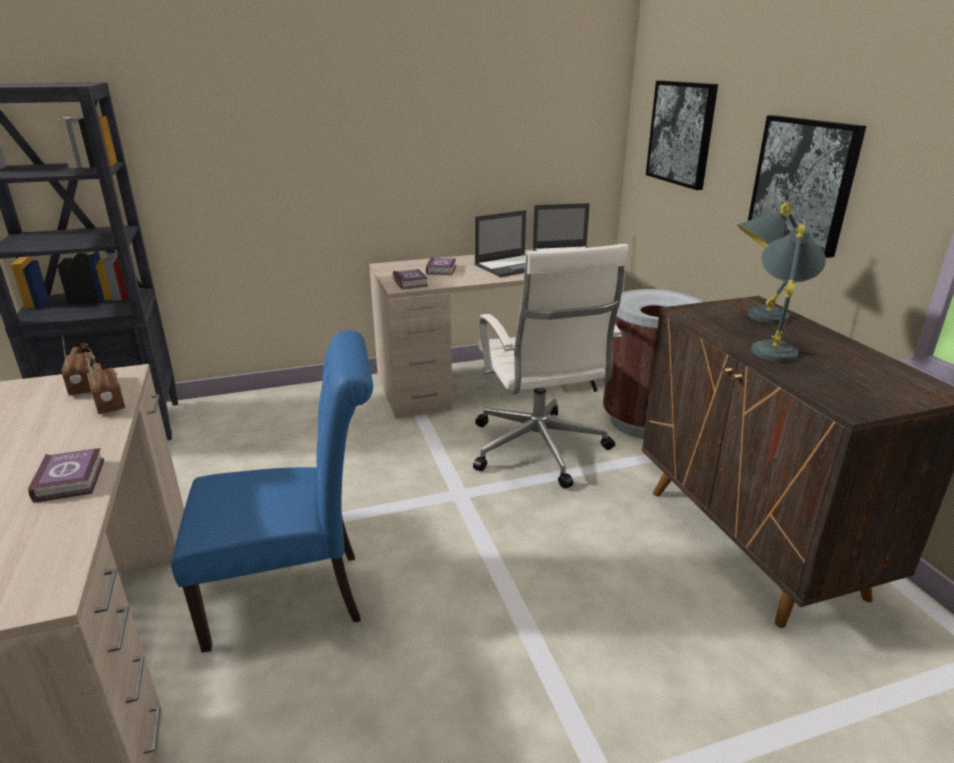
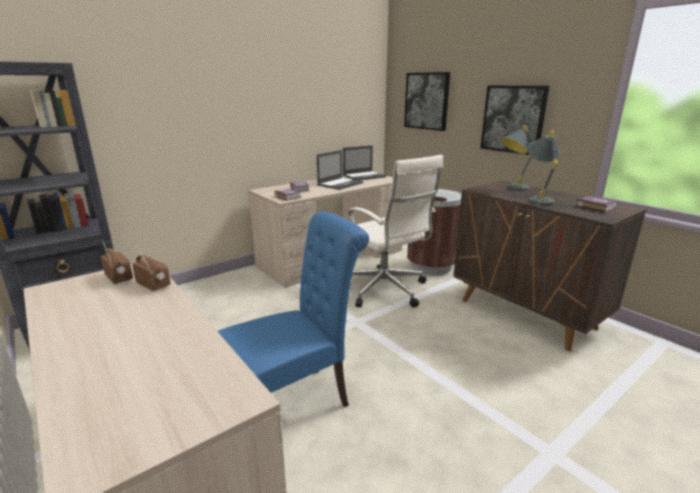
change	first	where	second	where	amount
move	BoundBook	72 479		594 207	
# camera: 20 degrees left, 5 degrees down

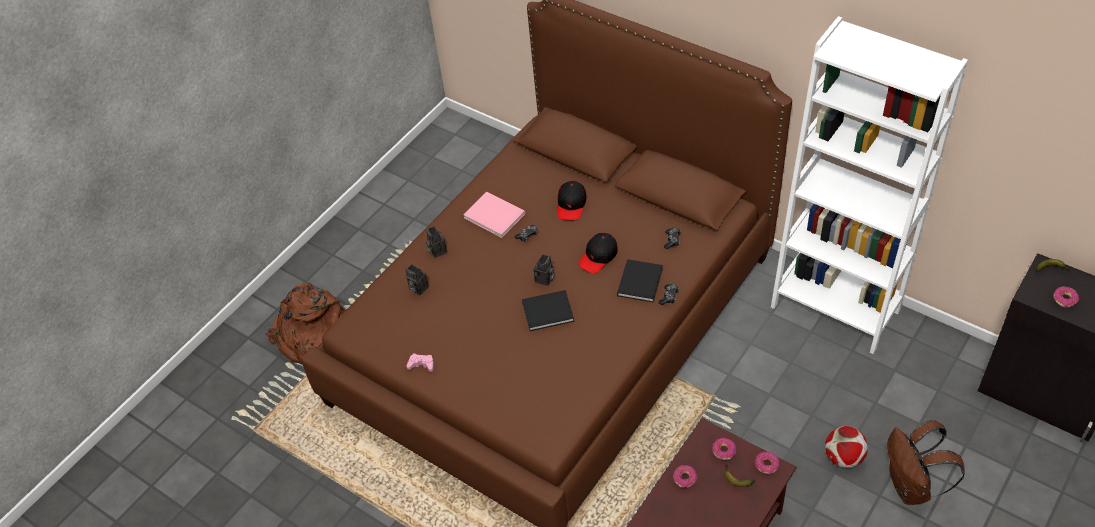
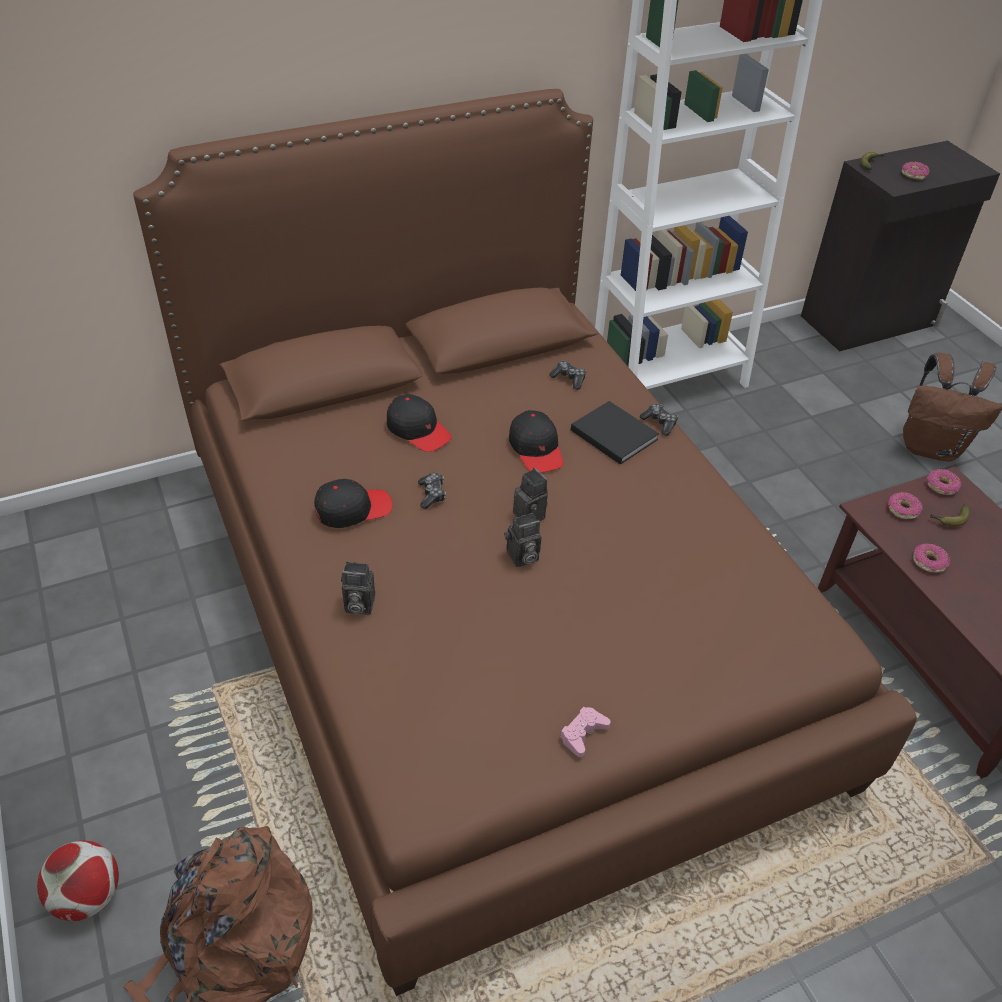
change	first	where	second	where	amount
delete	BlackishBoundBook	549 311			
move	PhotoCamera	417 288		522 557	
move	Football	843 457		88 896	
replace	PinkBoundBook	494 214	BlackishBaseballCap	352 509	
# camera: 65 degrees left, 5 degrees down

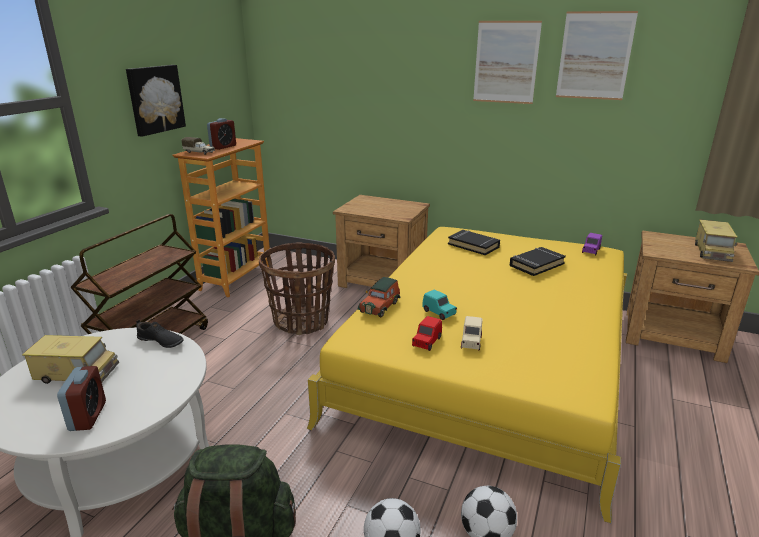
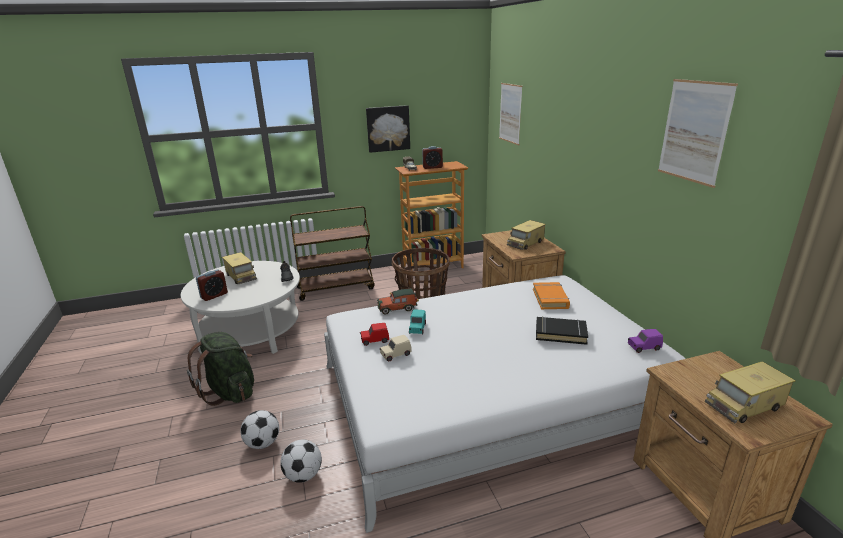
change	first	where	second	where	amount
insert			ModelTruck	525 243	
move	Picture	506 62		510 113	
recolor	YellowBedroomBed	490 360	WhiteBedroomBed	489 398	
recolor	BlackishBoundBook	473 245	OrangeColouredBoundBook	550 299	
# camera: 50 degrees right, 0 degrees up

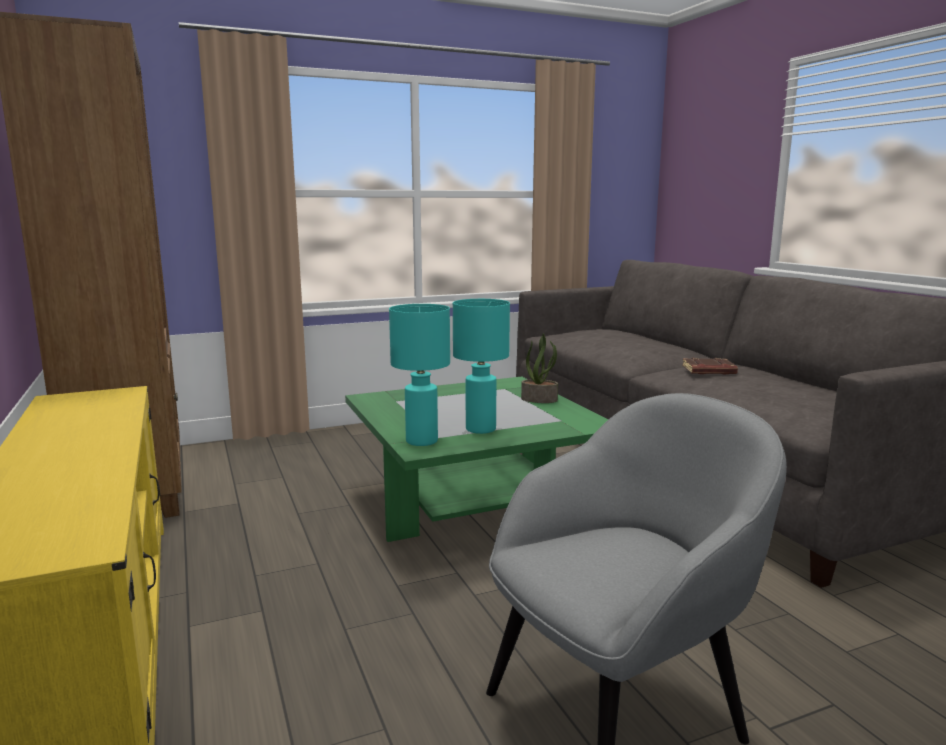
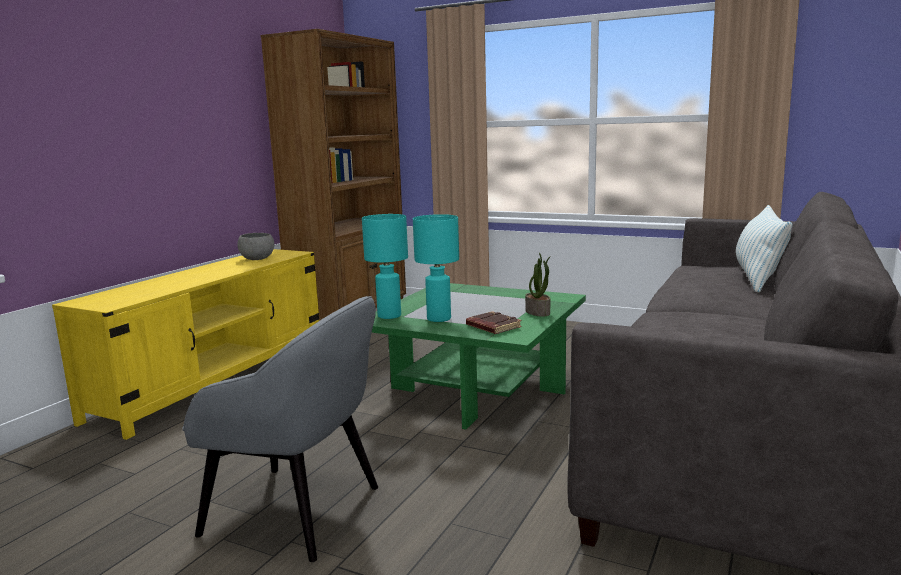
change	first	where	second	where	amount
insert			GreyDeepDish	257 259	
insert			Cushion	758 278	
move	BrownishBoundBook	708 371		492 327	
# camera: 50 degrees right, 0 degrees up

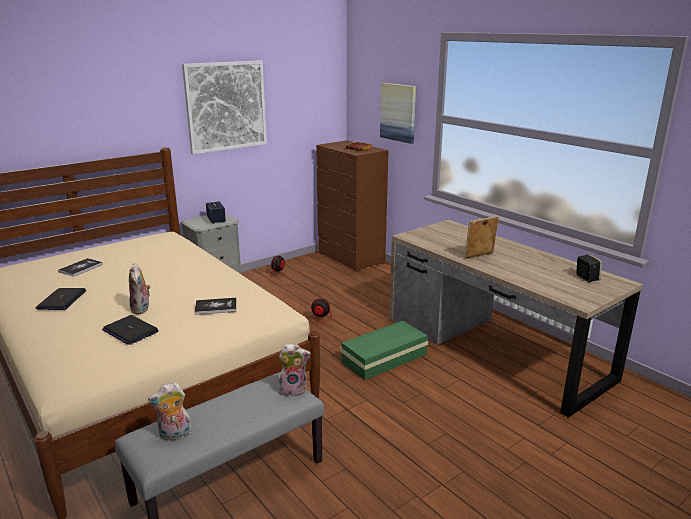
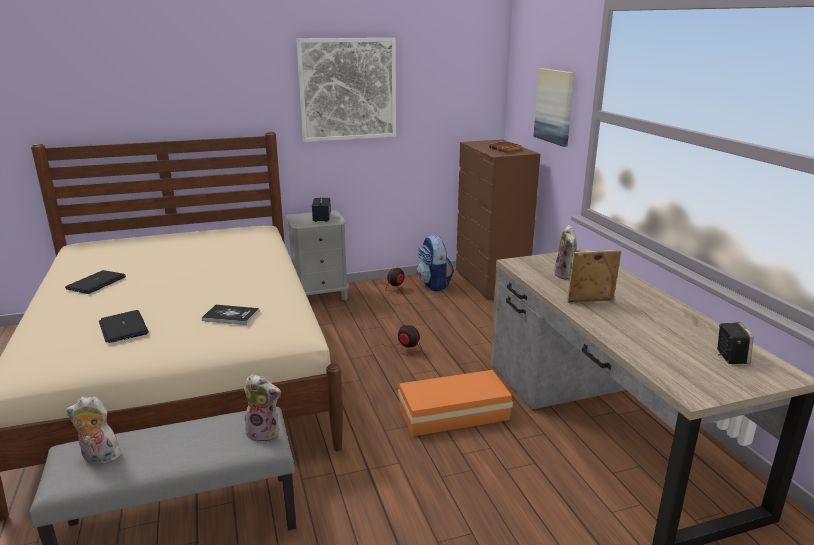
change	first	where	second	where	amount
delete	BoundBook	81 268			
insert			Knapsack	434 284	
move	PlushToy	142 309		566 275	
recolor	GreenishStorageBox	386 358	OrangeColouredStorageBox	455 414	
# camera: 20 degrees right, 0 degrees up

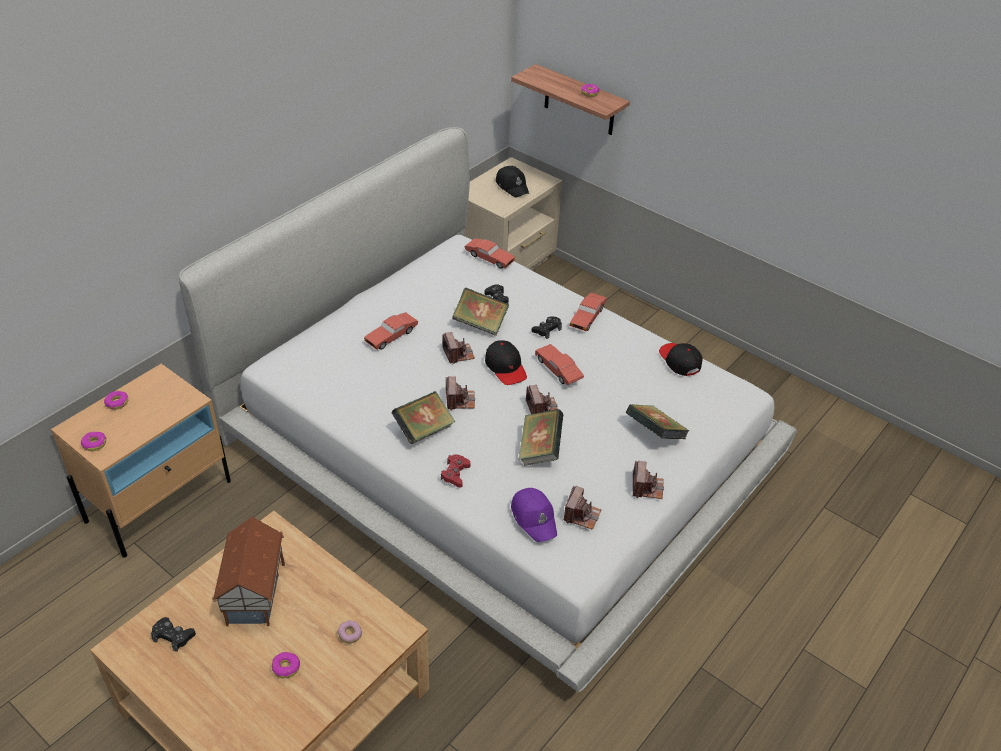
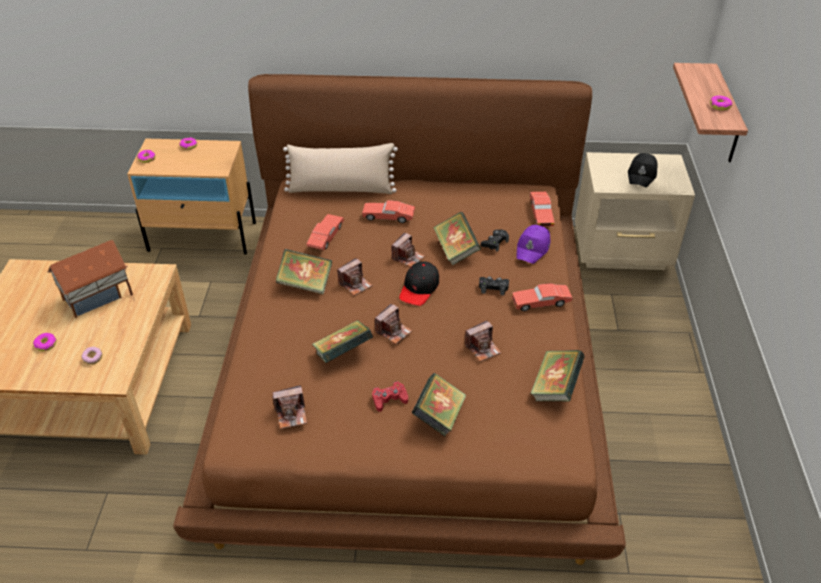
change	first	where	second	where	amount
delete	BlackishGameController	173 636			
insert			BeigeColouredCushion	341 189	
move	RedColouredGameController	455 474		389 399	
move	PurpleBaseballCap	534 518		533 248	
move	RedColouredMiniatureCar	558 370		326 238	
move	PhotoCamera	647 487		482 348	
replace	BlackishBaseballCap	679 361	BoundBook	555 387	
recolor	WhiteBedroomBed	497 448	BrownishBedroomBed	410 362	
# camera: 55 degrees right, 0 degrees up

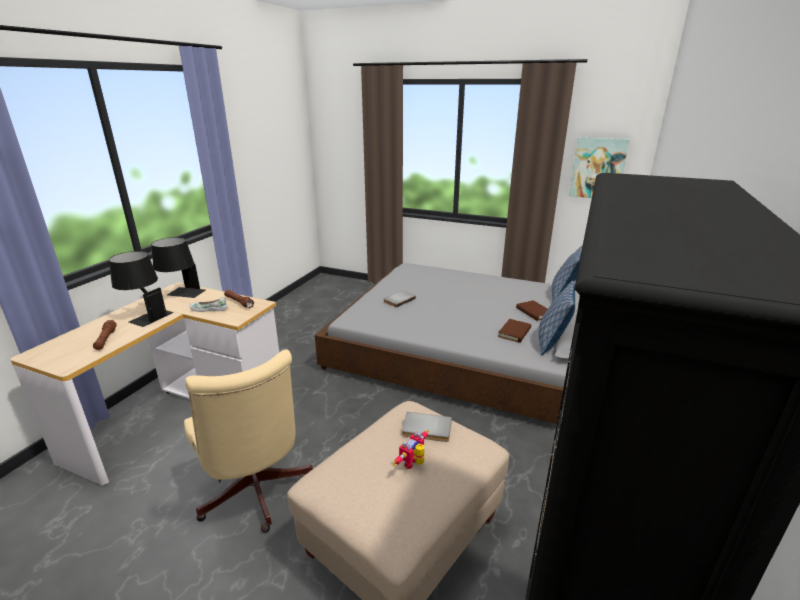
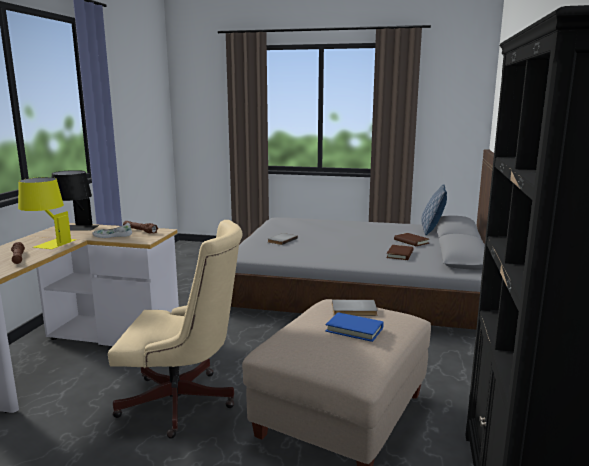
change	first	where	second	where	amount
delete	Cushion	552 342			
delete	Picture	598 168			
replace	ToyRobot	414 464	BlueColouredBoundBook	354 329	
recolor	BlackishLampForATable	145 315	YellowLampForATable	48 242	
rotate	BeigeColouredComputerChair	256 494		184 403	45 degrees counterclockwise
# camera: 10 degrees left, 10 degrees down

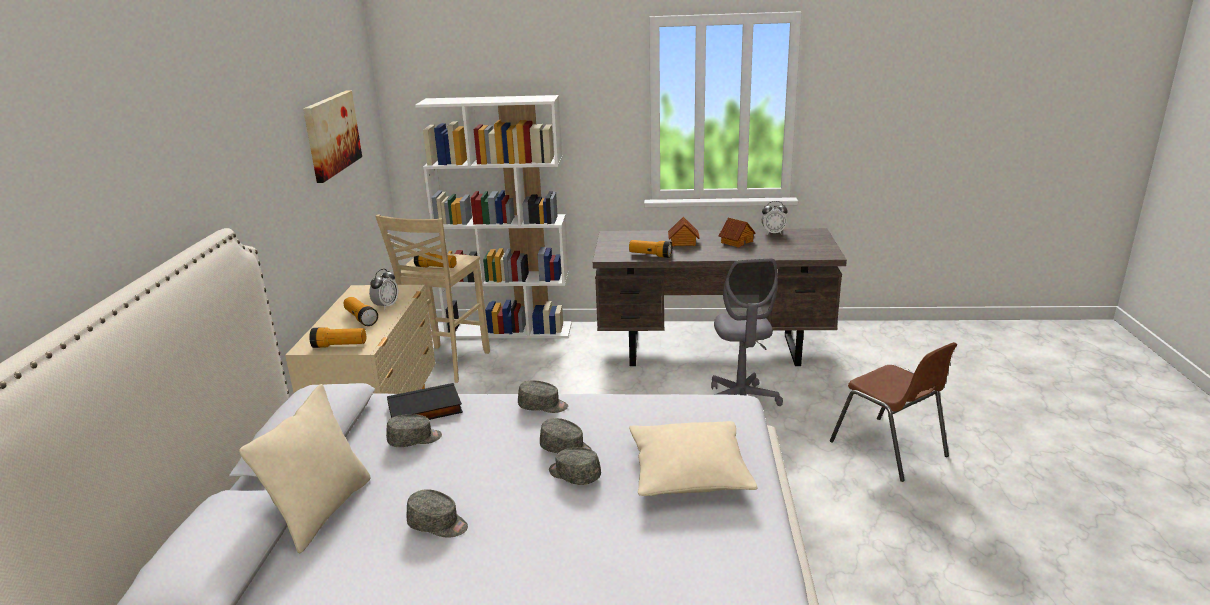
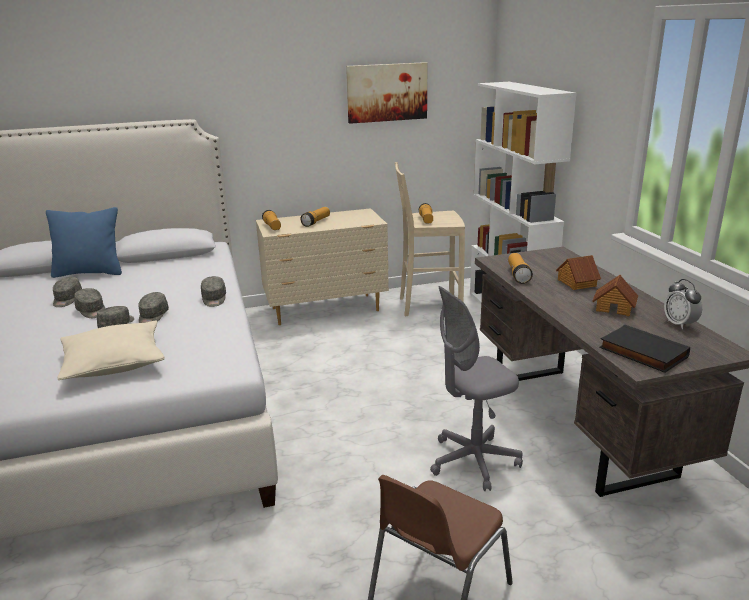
change	first	where	second	where	amount
delete	BedsideClock	386 306			
move	GreyBaseballCap	415 440		92 311	
move	BlackishBoundBook	424 410		641 353	
recolor	BeigeColouredCushion	322 511	BlueColouredCushion	90 272	
# camera: 70 degrees right, 0 degrees up

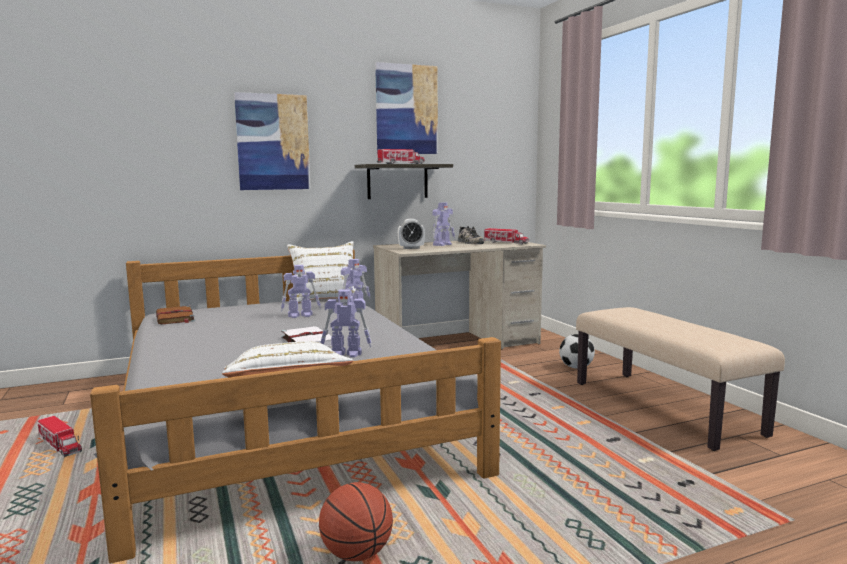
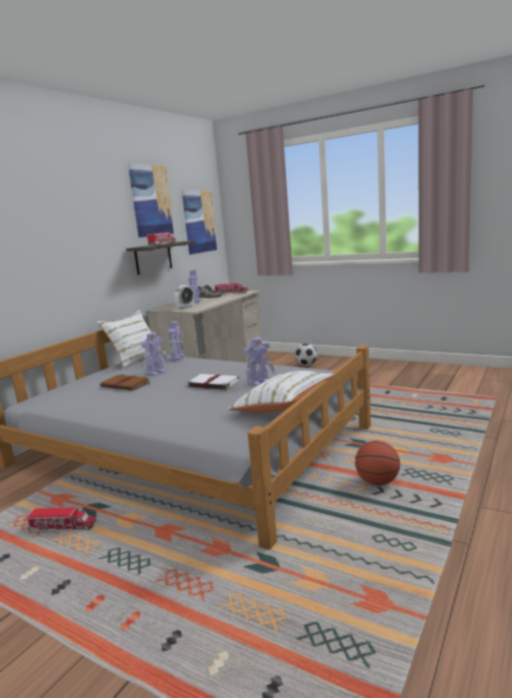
change	first	where	second	where	amount
delete	BeigeColouredLongSeat	664 407			
move	BrownishBoundBook	175 318		126 384	
move	Picture	273 142		199 221	
# camera: 35 degrees left, 5 degrees up

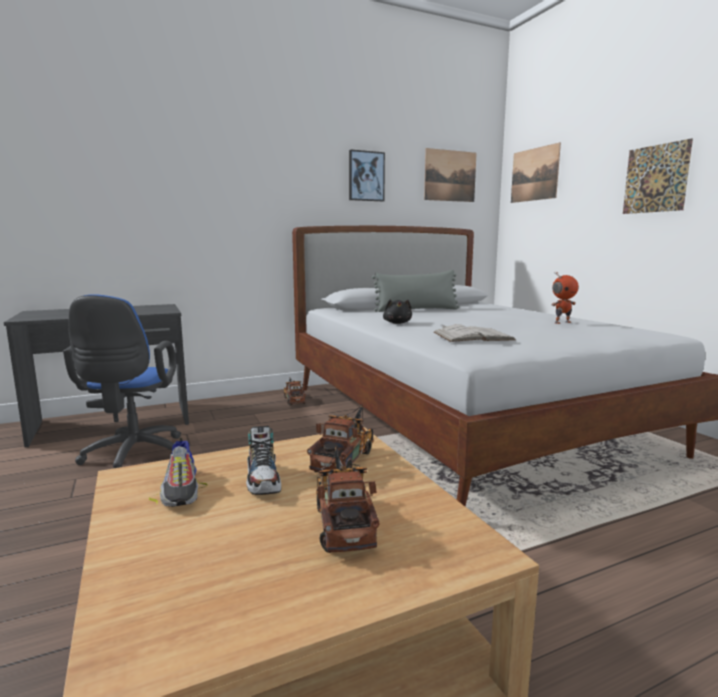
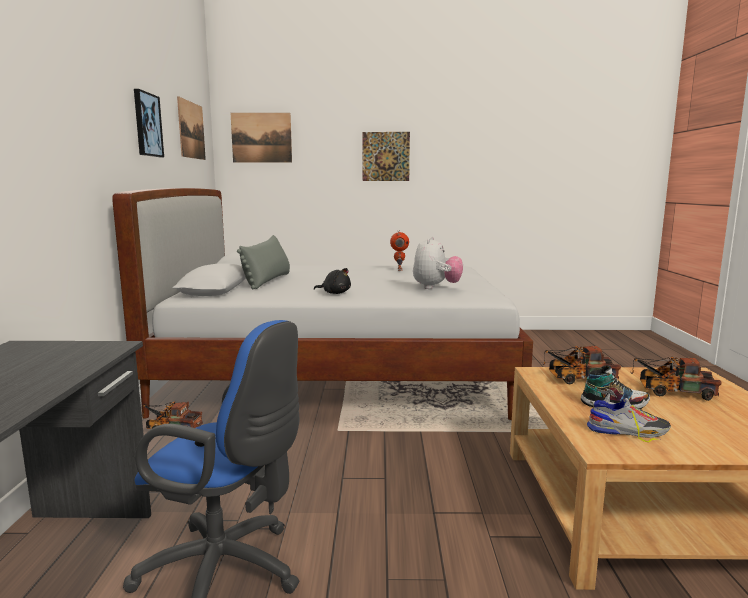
change	first	where	second	where	amount
replace	WhiteBoundBook	473 336	PlushToy	436 287	
rotate	ModelTruck	346 458		578 379	45 degrees counterclockwise
# camera: 65 degrees left, 0 degrees up

